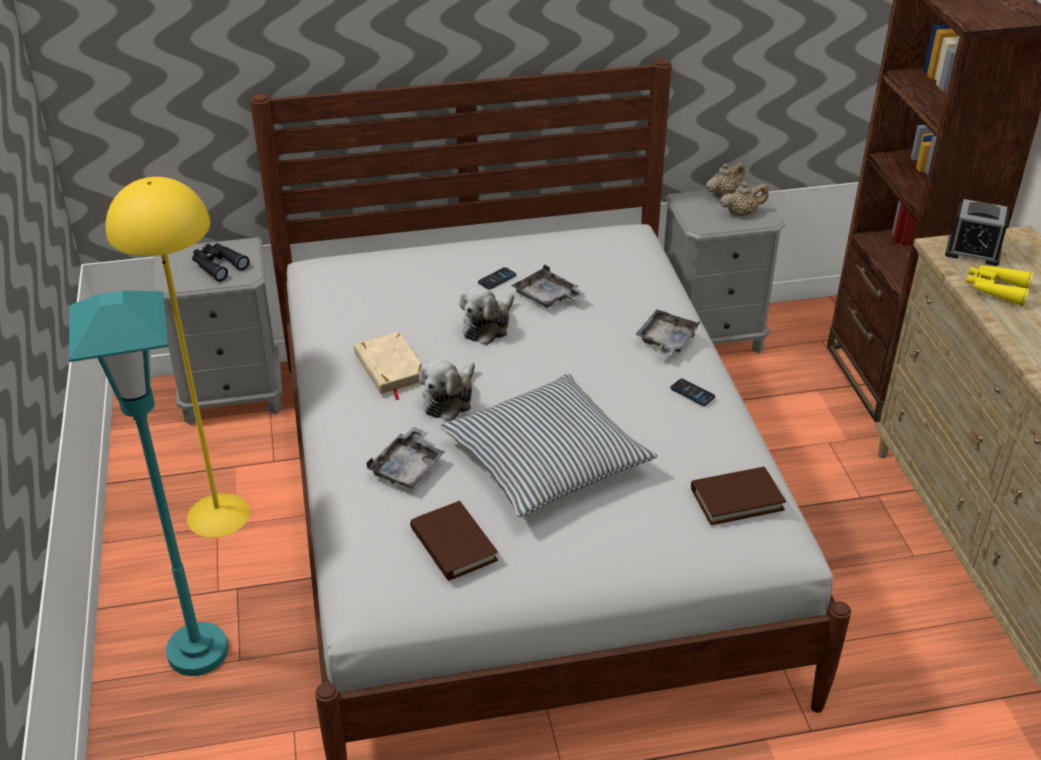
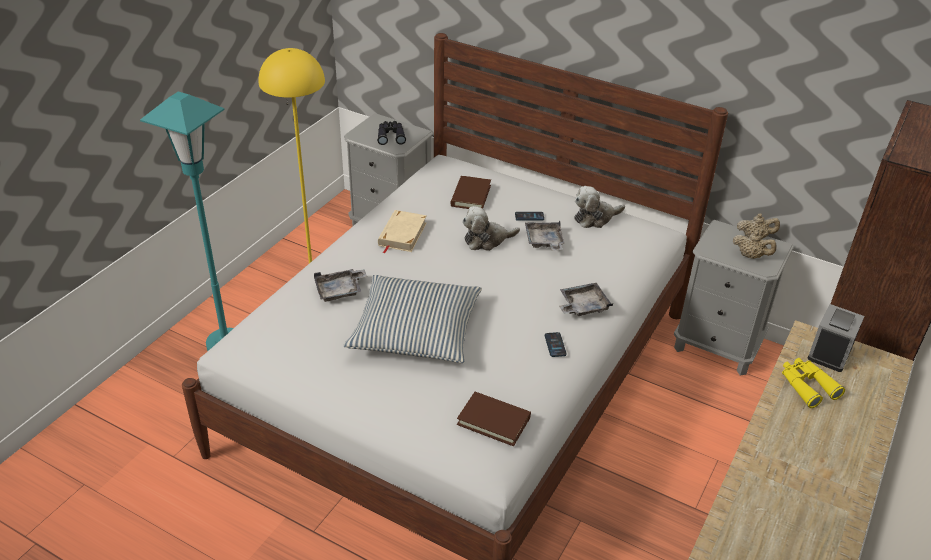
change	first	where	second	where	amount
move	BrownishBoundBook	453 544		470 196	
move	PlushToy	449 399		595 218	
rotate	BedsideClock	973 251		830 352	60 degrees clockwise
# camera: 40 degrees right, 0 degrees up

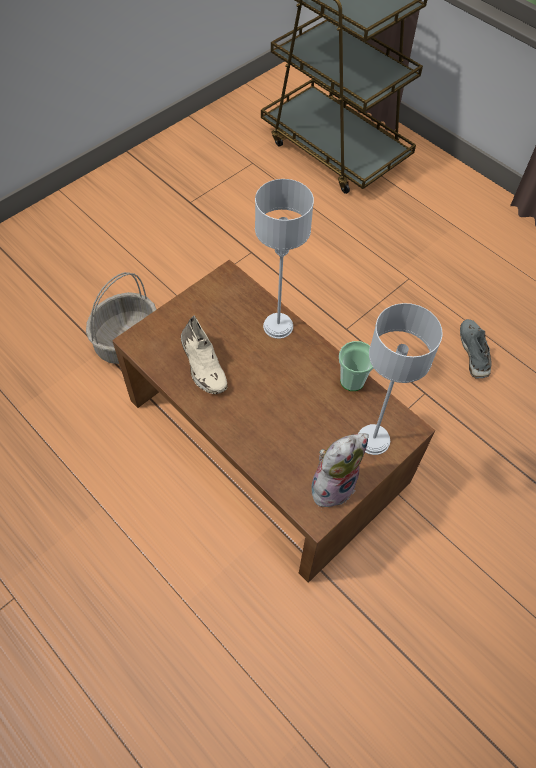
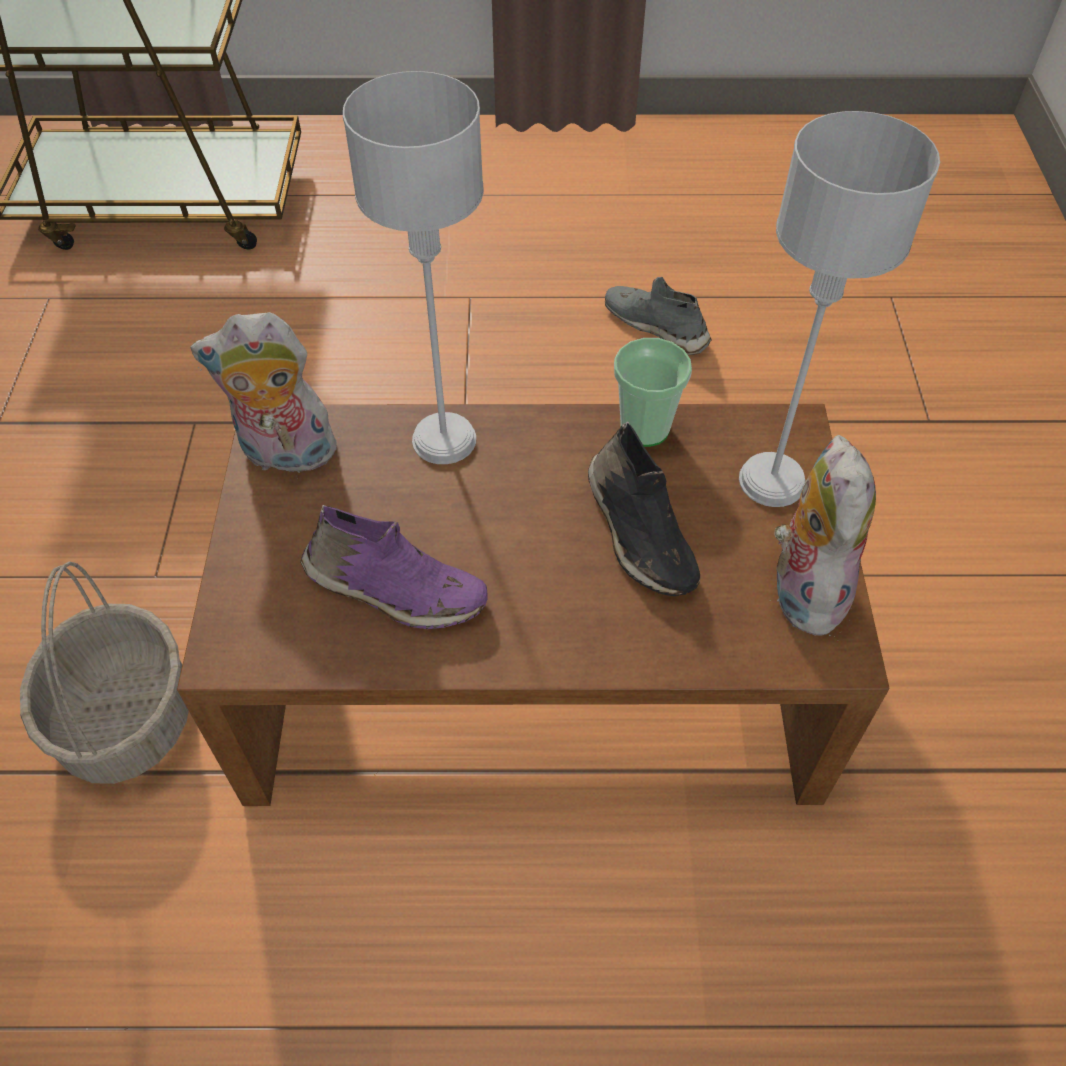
change	first	where	second	where	amount
insert			PlushToy	285 455	
insert			BlackishLowShoe	638 532	
recolor	BeigeColouredLowShoe	202 364	PurpleLowShoe	394 590	
# camera: 45 degrees left, 5 degrees down

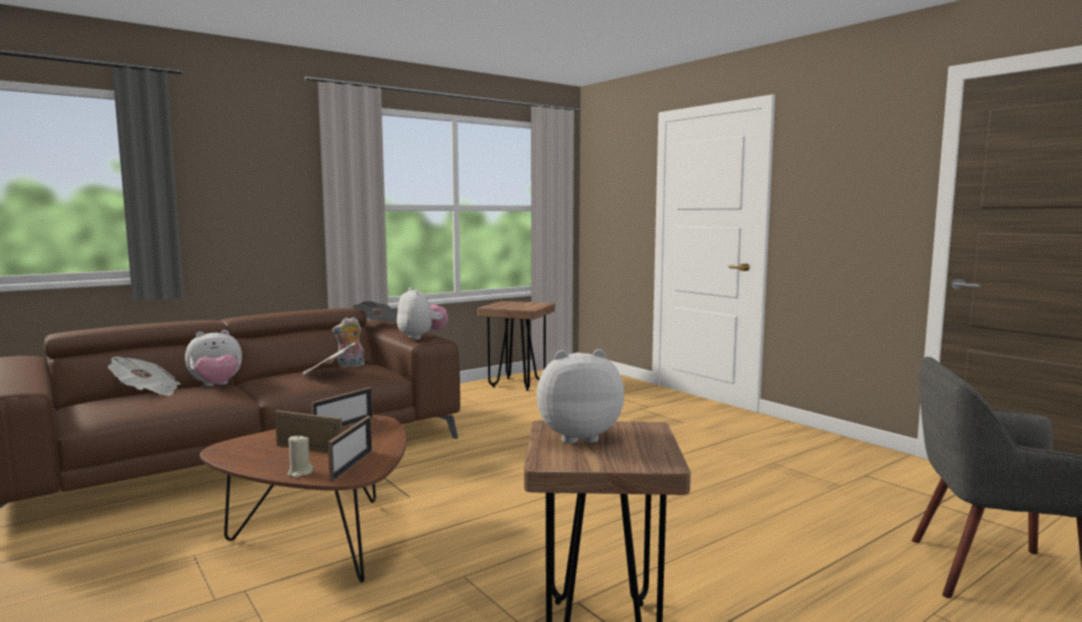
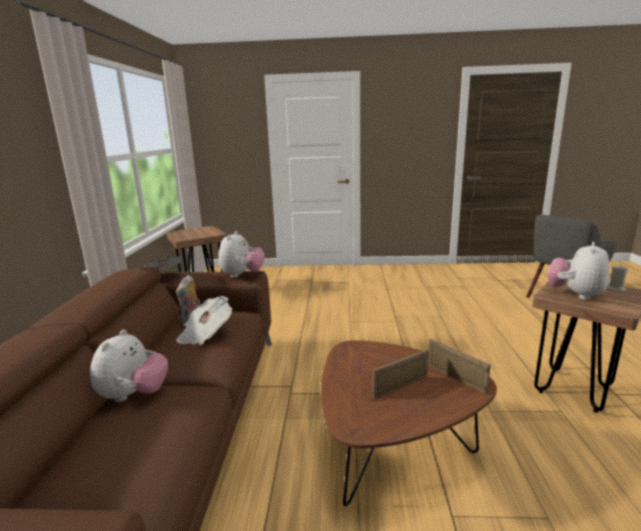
change	first	where	second	where	amount
delete	Newspaper	147 392			
delete	StandingFrame	343 426			
move	BeigeColouredWaxCandle	300 473		616 289	
rotate	PlushToy	421 337		242 275	90 degrees clockwise
# camera: 50 degrees left, 10 degrees up

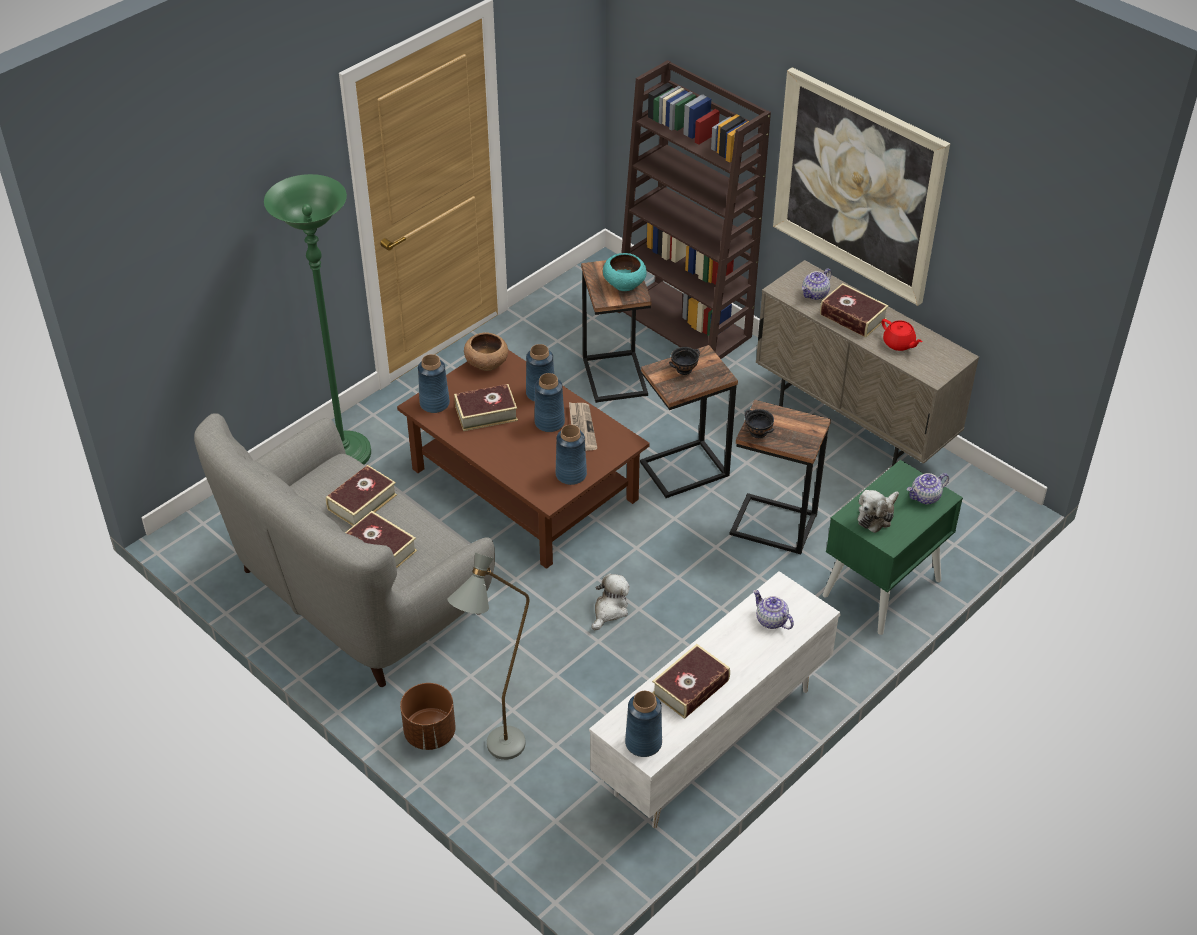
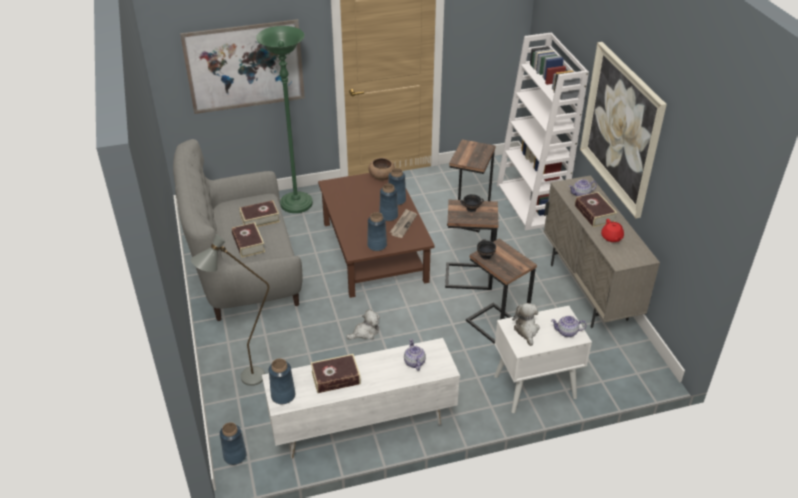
change	first	where	second	where	amount
delete	BrownishPlanter	429 733			
delete	BoundBook	486 413			
delete	BlueGreenDeepDish	624 283			
insert			Picture	245 67	
move	BlueColouredFlowerVase	434 403		235 456	
recolor	BrownishBookshelf	685 324	WhiteBookshelf	530 204	
recolor	GreenishNightTable	882 588	WhiteNightTable	534 387	
rotate	PlushToy	876 516		526 330	105 degrees clockwise
# camera: 30 degrees right, 5 degrees down

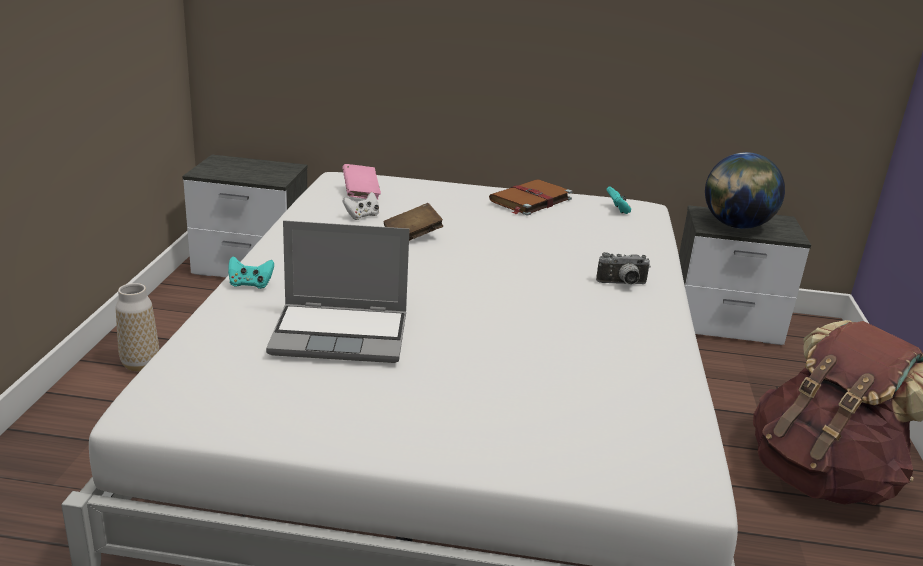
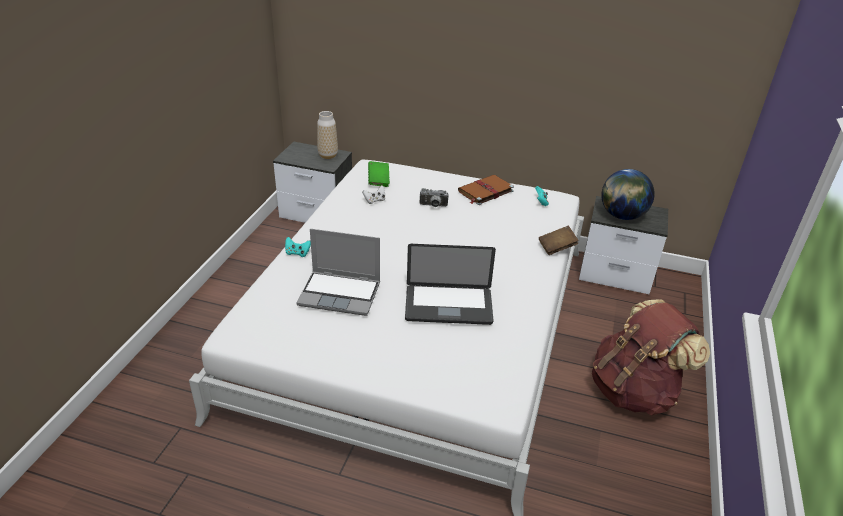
change	first	where	second	where	amount
insert			PortableComputer	448 306	
move	FlowerVase	140 364		328 155	
move	BrownishBoundBook	412 236		557 247	
move	PhotoCamera	622 284		433 206	
recolor	PinkBoundBook	361 193	GreenishBoundBook	378 181	
# camera: 10 degrees right, 10 degrees up

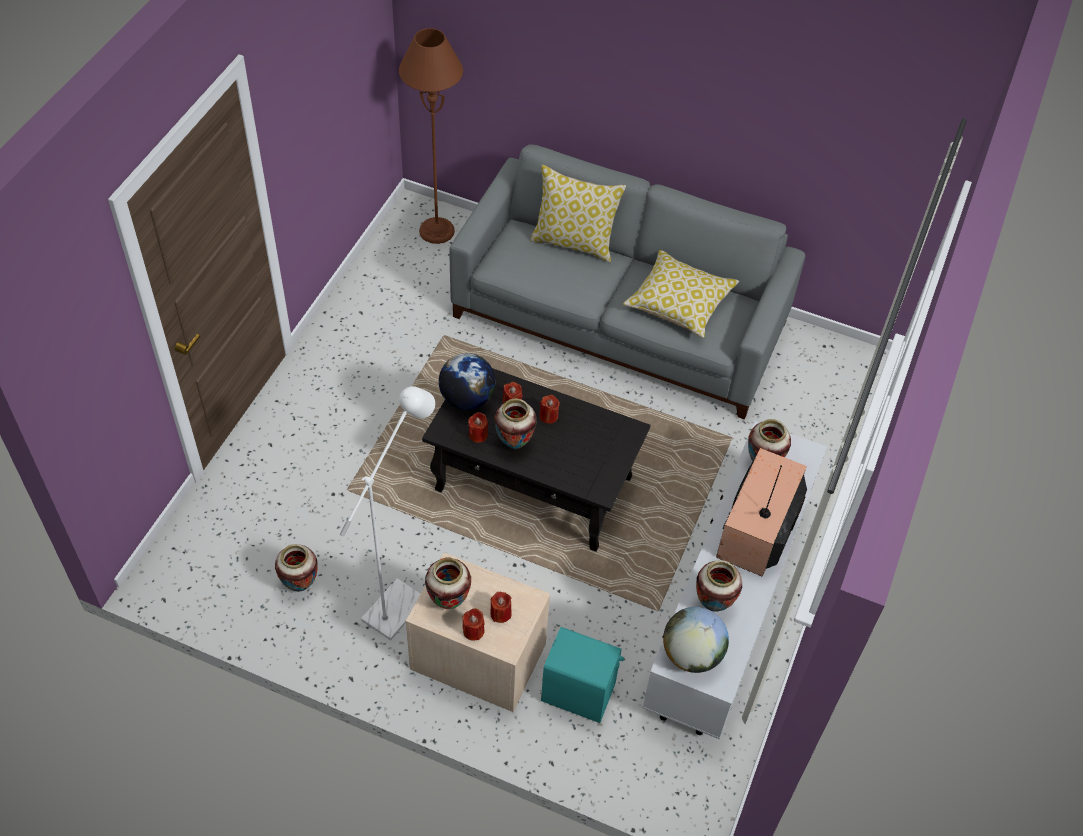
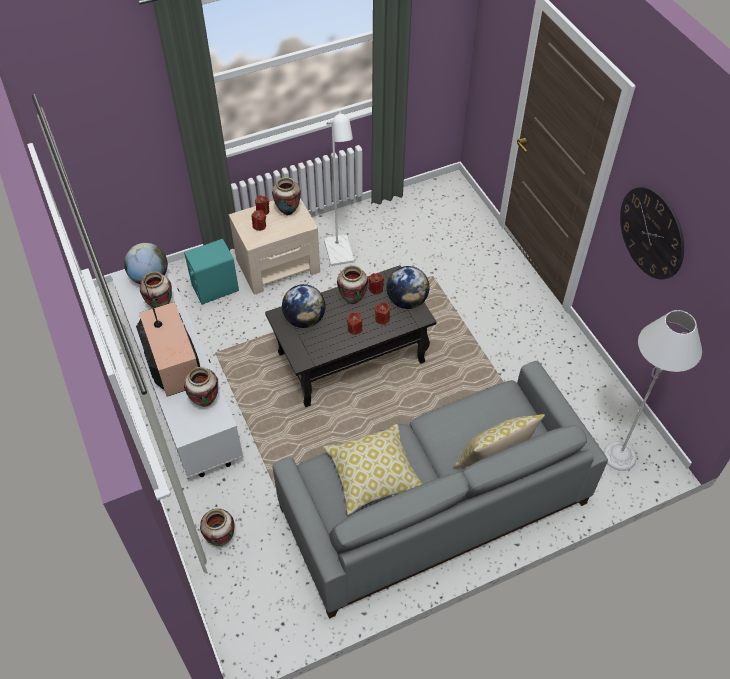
change	first	where	second	where	amount
insert			DeskGlobe	304 319	
insert			WallClock	652 233	
move	FlowerVase	300 585		221 539	
recolor	BrownishFloorLamp	437 230	GreyFloorLamp	619 456	
# camera: 135 degrees right, 0 degrees up

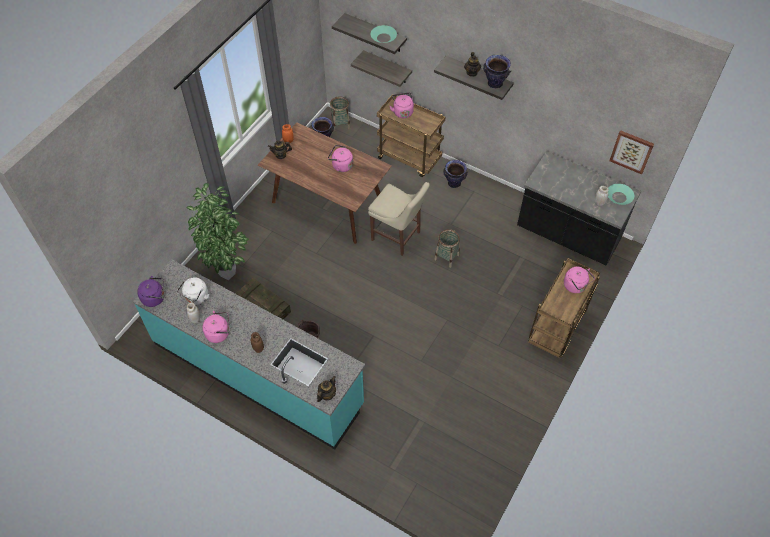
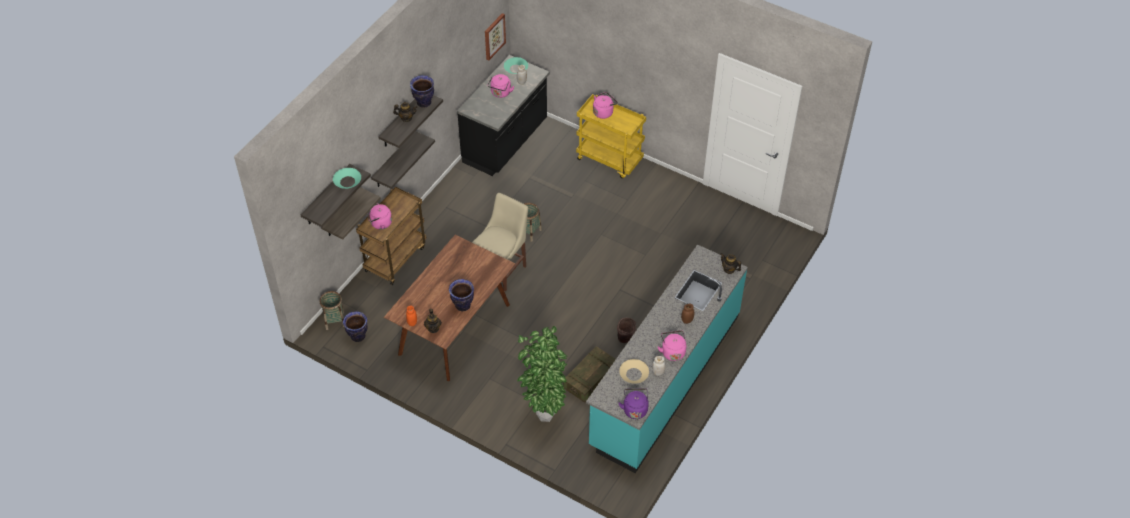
change	first	where	second	where	amount
insert			Shelf	394 160	
move	PinkTeaKettle	341 165		500 93	
move	FlowerVase	454 183		462 305	
replace	WhiteTeaKettle	196 298	BeigeColouredDeepDish	633 374	
recolor	BrownishCart	556 329	YellowCart	610 160	
# camera: 90 degrees left, 5 degrees down

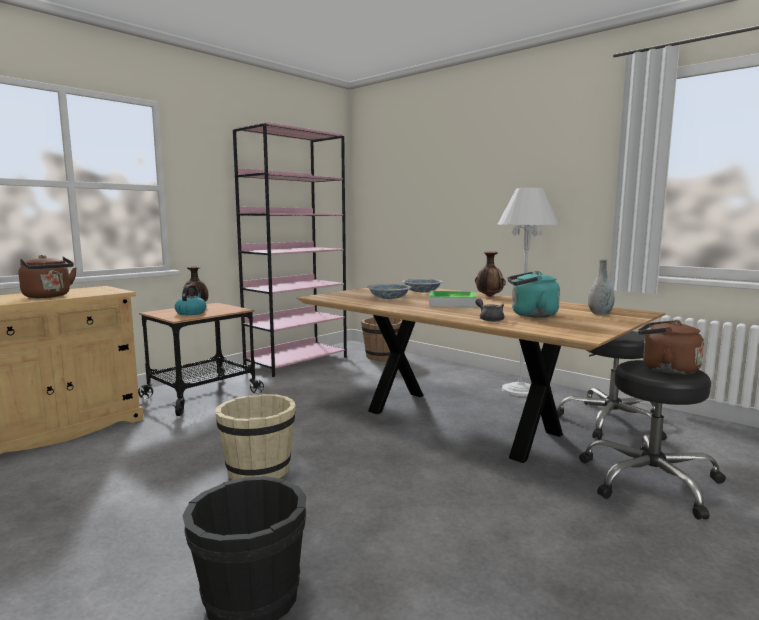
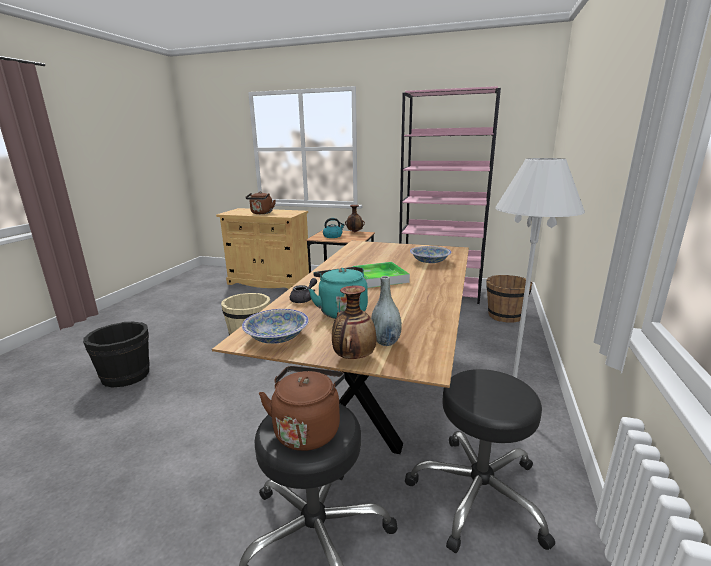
change	first	where	second	where	amount
move	DeepDish	389 298		277 337	
move	FlowerVase	489 296		353 357	
# camera: 65 degrees right, 10 degrees up

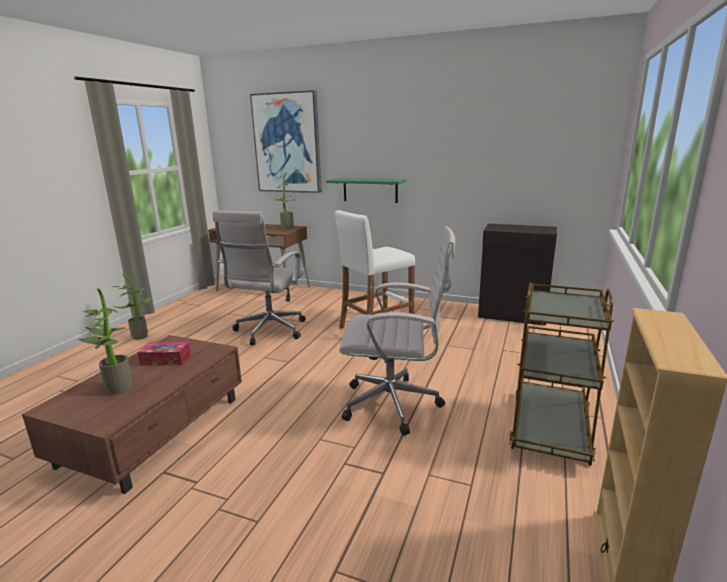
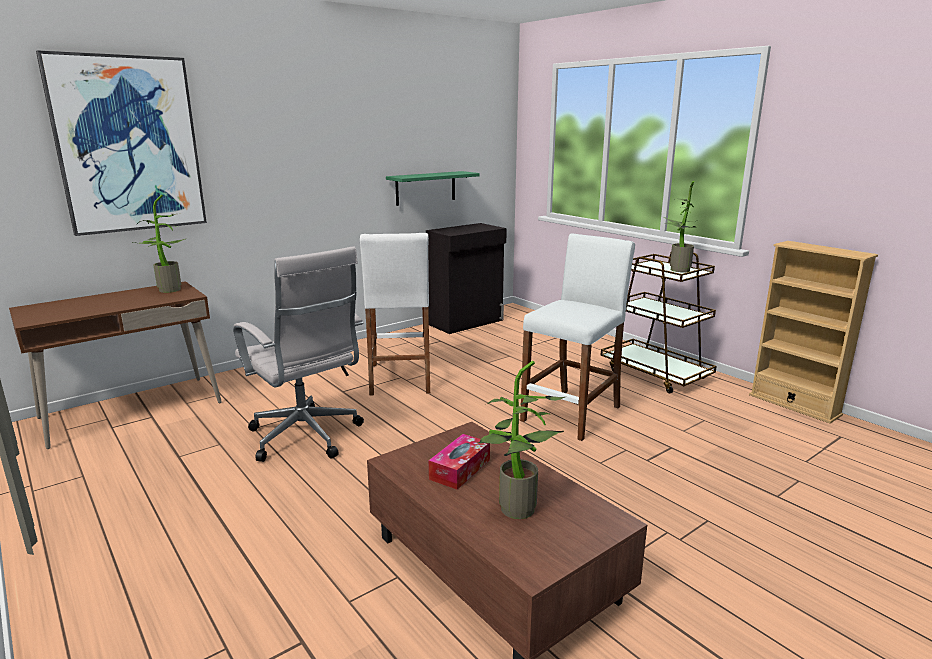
change	first	where	second	where	amount
move	PottedPlant	140 335		676 269	
move	GreenishShelf	370 190		425 188	
replace	WhiteComputerChair	396 404	WhiteStool	572 413	
# camera: 60 degrees left, 0 degrees up

